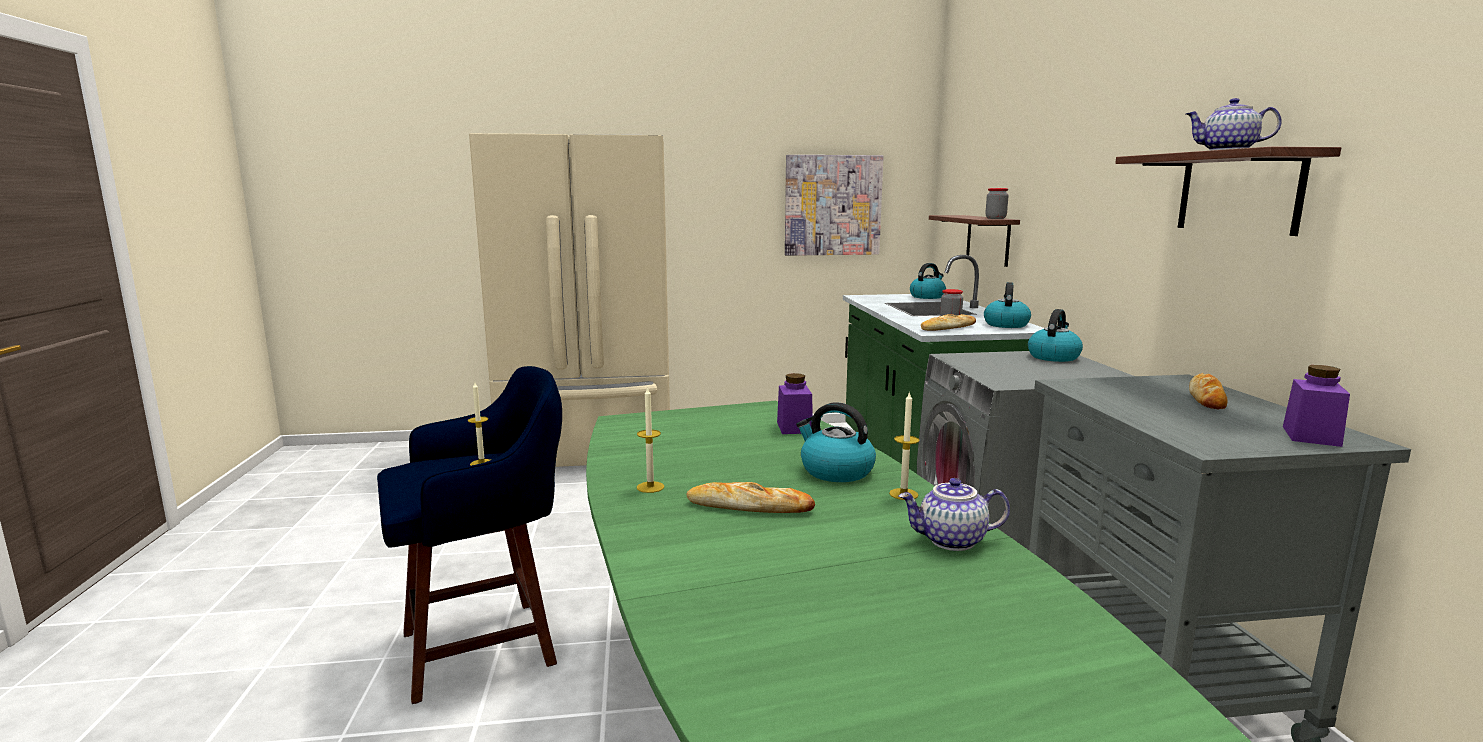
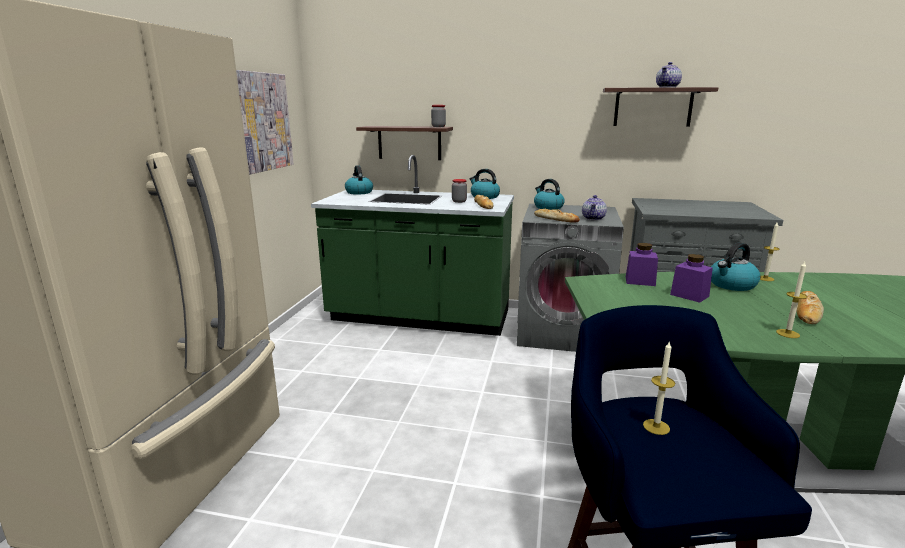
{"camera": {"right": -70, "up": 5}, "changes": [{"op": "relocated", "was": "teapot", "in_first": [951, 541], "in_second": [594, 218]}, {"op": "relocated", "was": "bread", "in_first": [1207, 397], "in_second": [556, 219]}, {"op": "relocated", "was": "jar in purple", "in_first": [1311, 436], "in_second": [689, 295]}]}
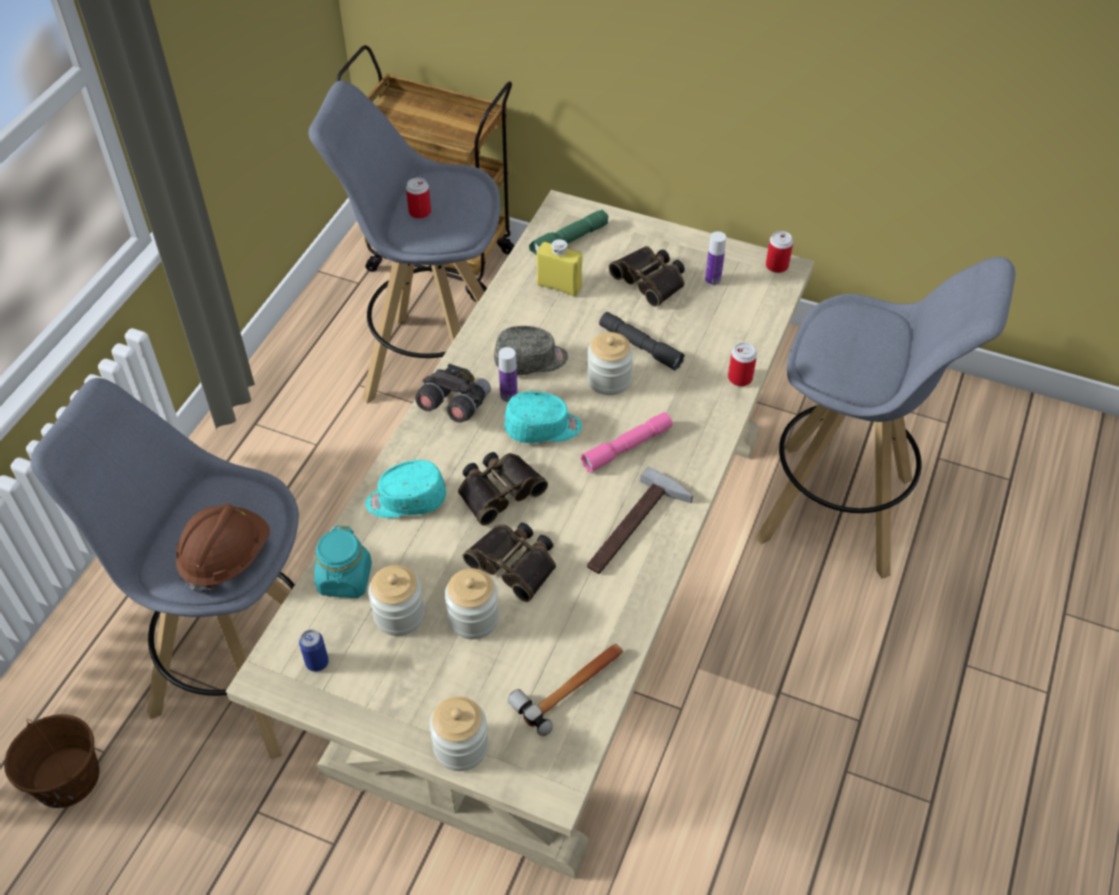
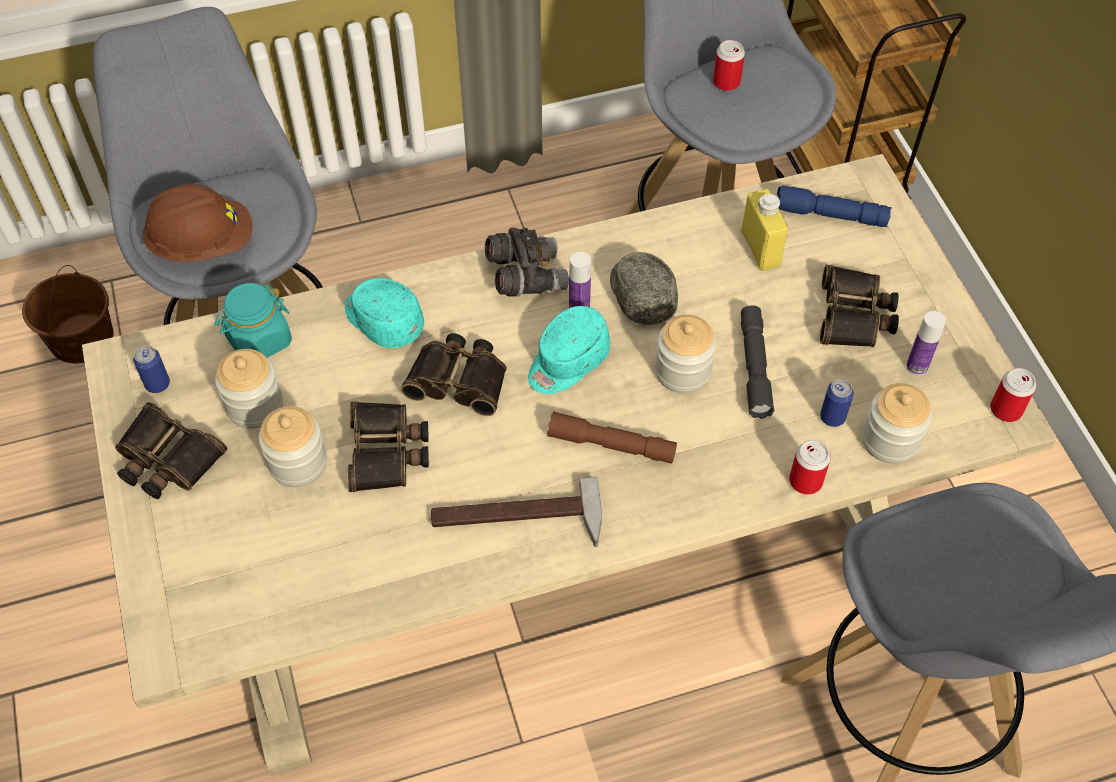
{"camera": {"right": 50, "up": 5}, "changes": [{"op": "relocated", "was": "jar", "in_first": [461, 746], "in_second": [890, 440]}, {"op": "spun", "was": "cap in grey", "in_first": [531, 361], "in_second": [640, 295], "clockwise": -150}, {"op": "spun", "was": "cap in turquoise", "in_first": [543, 428], "in_second": [567, 361], "clockwise": 90}, {"op": "missing", "was": "hammer", "in_first": [571, 685]}, {"op": "colour", "was": "flashlight in green", "now": "flashlight in blue", "in_first": [569, 241], "in_second": [829, 216]}, {"op": "colour", "was": "flashlight in pink", "now": "flashlight in brown", "in_first": [627, 447], "in_second": [611, 445]}, {"op": "appeared", "now": "binoculars", "in_second": [166, 459]}, {"op": "appeared", "now": "can", "in_second": [832, 417]}]}
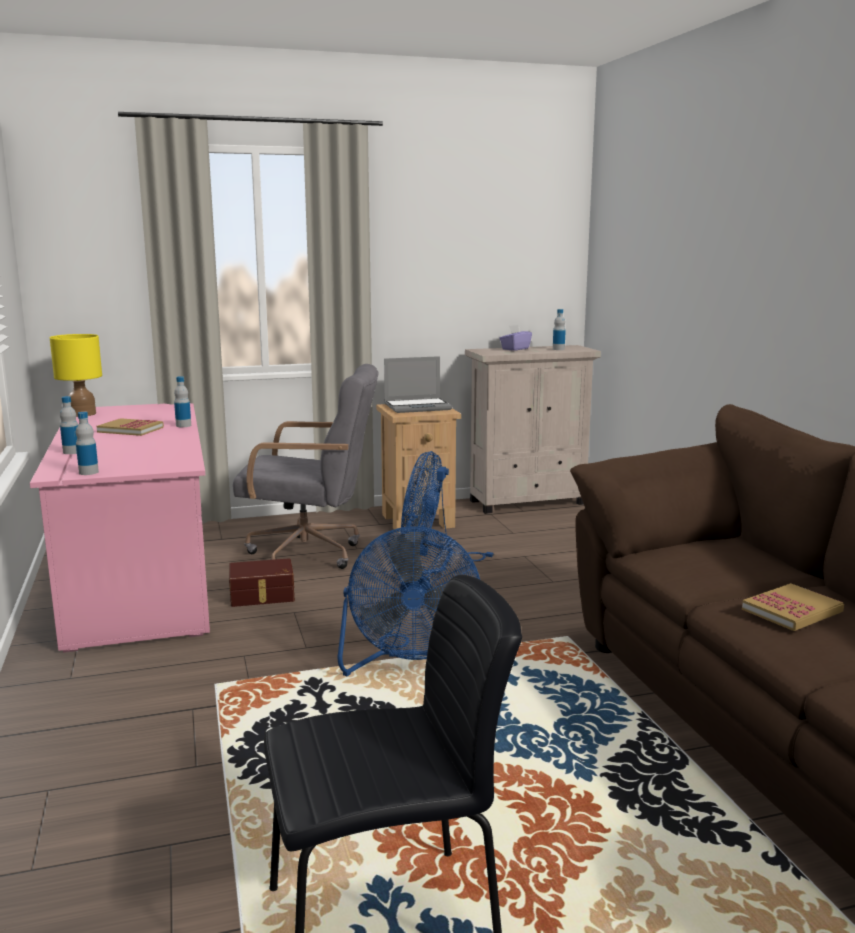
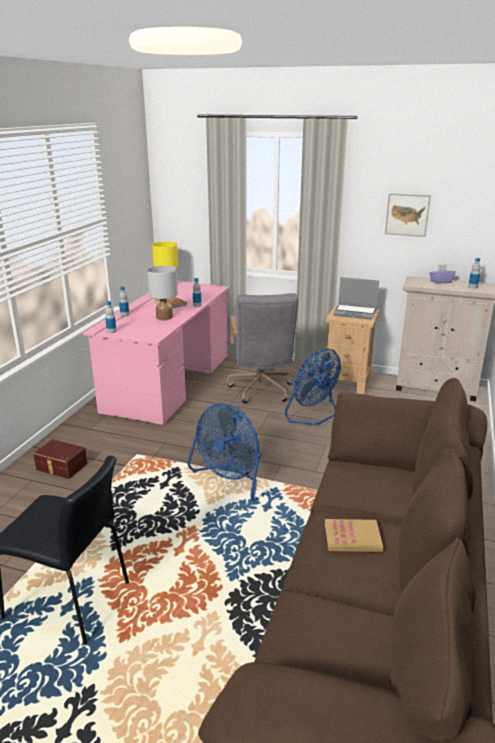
{"camera": {"right": 35, "up": 10}, "changes": [{"op": "relocated", "was": "storage box in brown", "in_first": [262, 596], "in_second": [61, 467]}, {"op": "spun", "was": "office chair in grey", "in_first": [311, 555], "in_second": [261, 392], "clockwise": 45}, {"op": "appeared", "now": "table lamp in grey", "in_second": [164, 317]}, {"op": "appeared", "now": "picture", "in_second": [407, 215]}]}
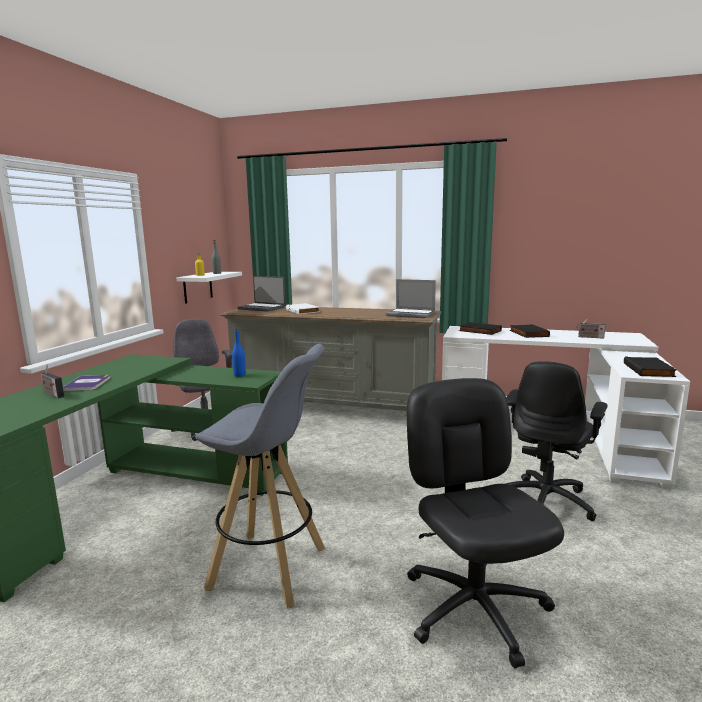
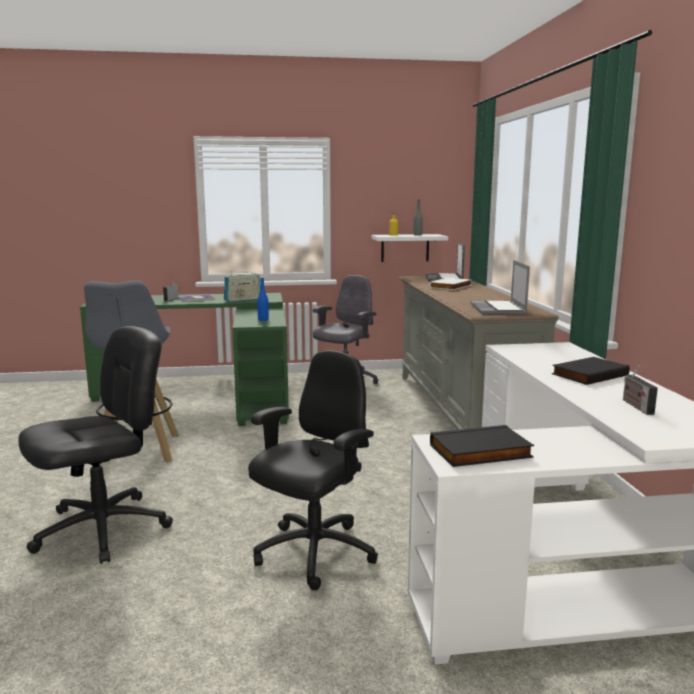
{"camera": {"right": 65, "up": 0}, "changes": [{"op": "missing", "was": "book in black", "in_first": [479, 331]}, {"op": "spun", "was": "office chair in black", "in_first": [546, 502], "in_second": [313, 553], "clockwise": 120}, {"op": "appeared", "now": "radio", "in_second": [243, 300]}]}
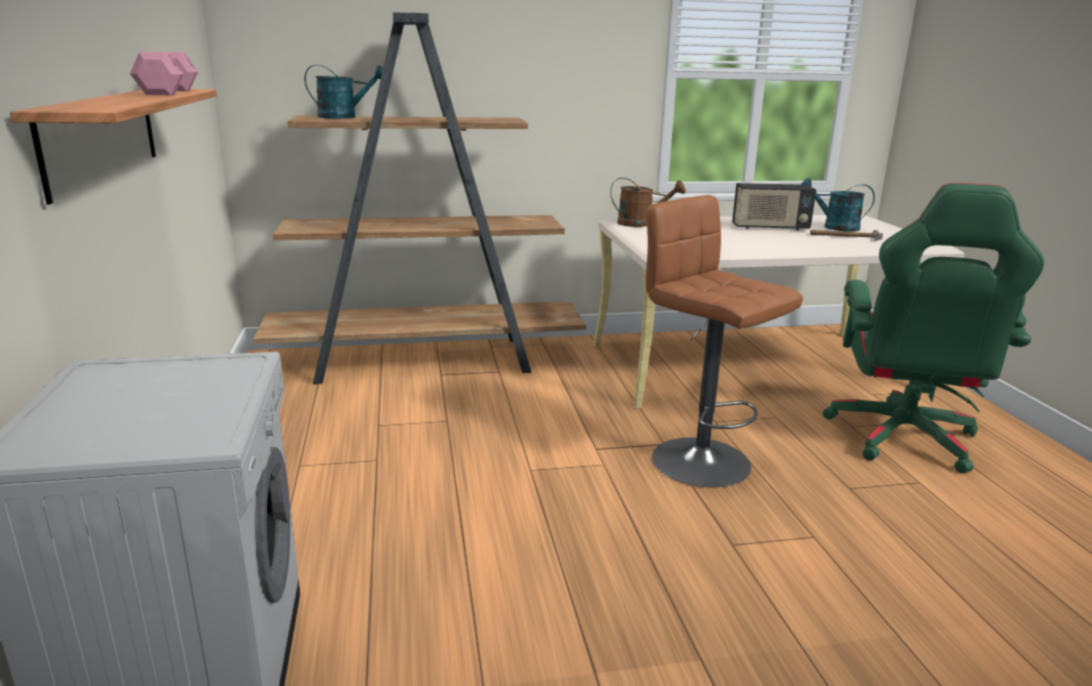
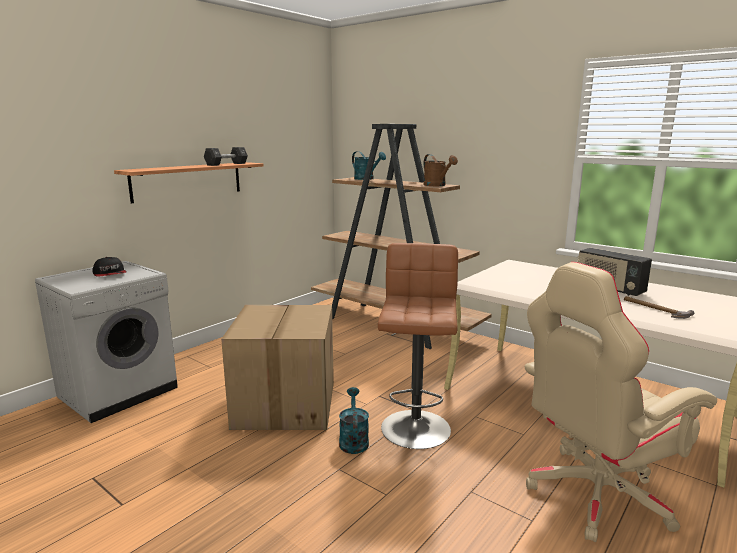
{"camera": {"right": 50, "up": -5}, "changes": [{"op": "colour", "was": "dumbbell in pink", "now": "dumbbell in black", "in_first": [169, 92], "in_second": [226, 164]}, {"op": "relocated", "was": "watering can in brown", "in_first": [641, 224], "in_second": [437, 185]}, {"op": "relocated", "was": "watering can in turquoise", "in_first": [834, 227], "in_second": [353, 440]}, {"op": "colour", "was": "office chair in green", "now": "office chair in beige", "in_first": [902, 436], "in_second": [597, 493]}, {"op": "appeared", "now": "cap", "in_second": [110, 274]}, {"op": "appeared", "now": "cardboard box", "in_second": [284, 403]}]}
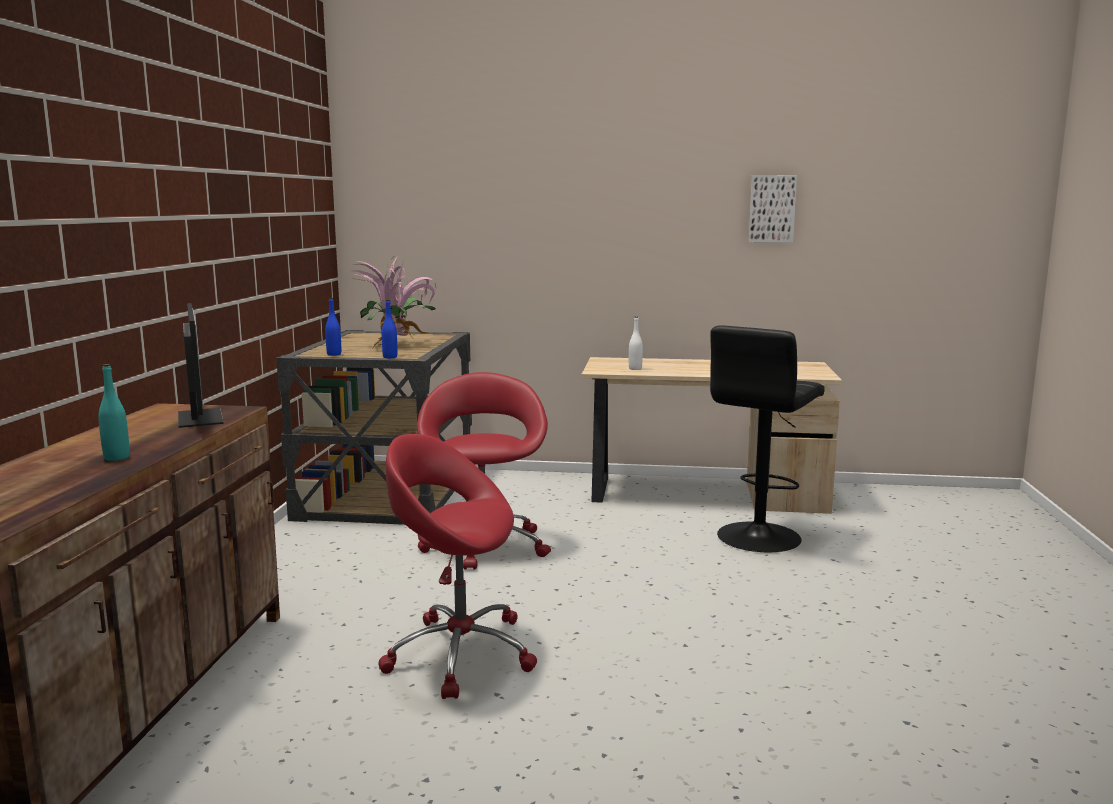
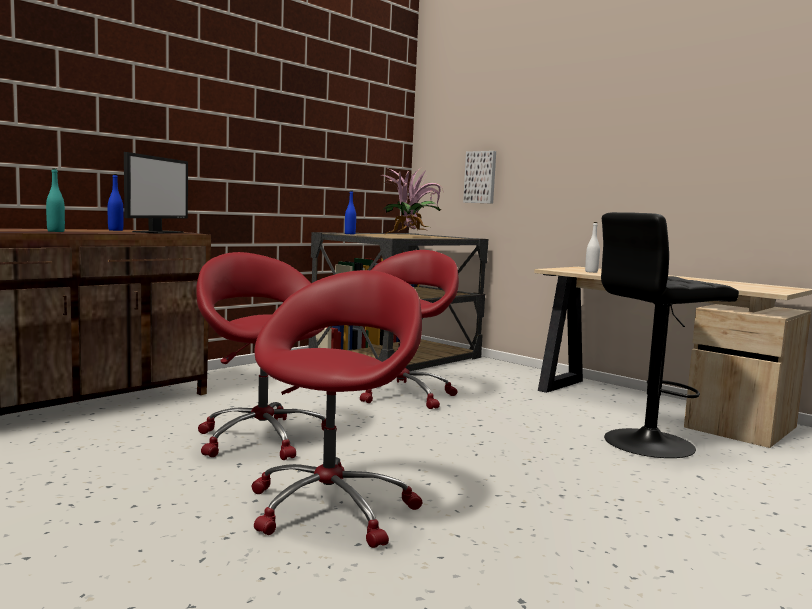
{"camera": {"right": 35, "up": -5}, "changes": [{"op": "relocated", "was": "bottle in blue", "in_first": [390, 357], "in_second": [115, 230]}, {"op": "relocated", "was": "picture", "in_first": [772, 209], "in_second": [481, 177]}, {"op": "appeared", "now": "office chair in red", "in_second": [333, 507]}]}
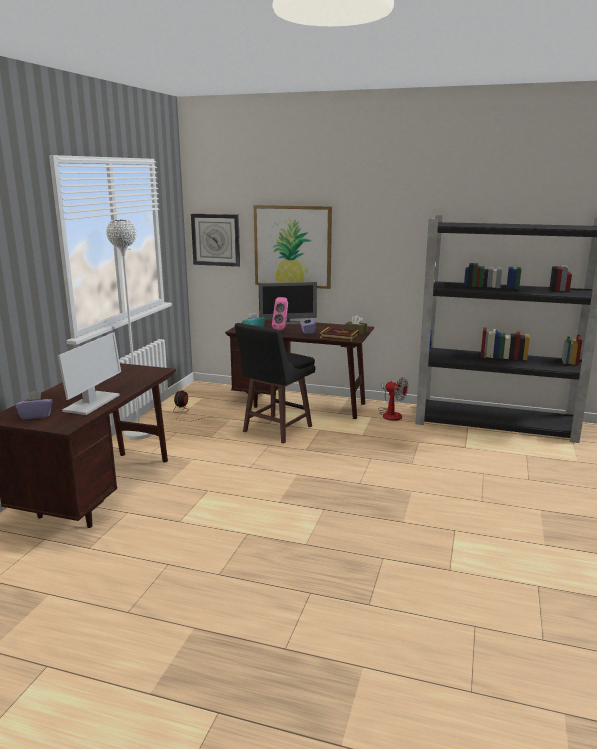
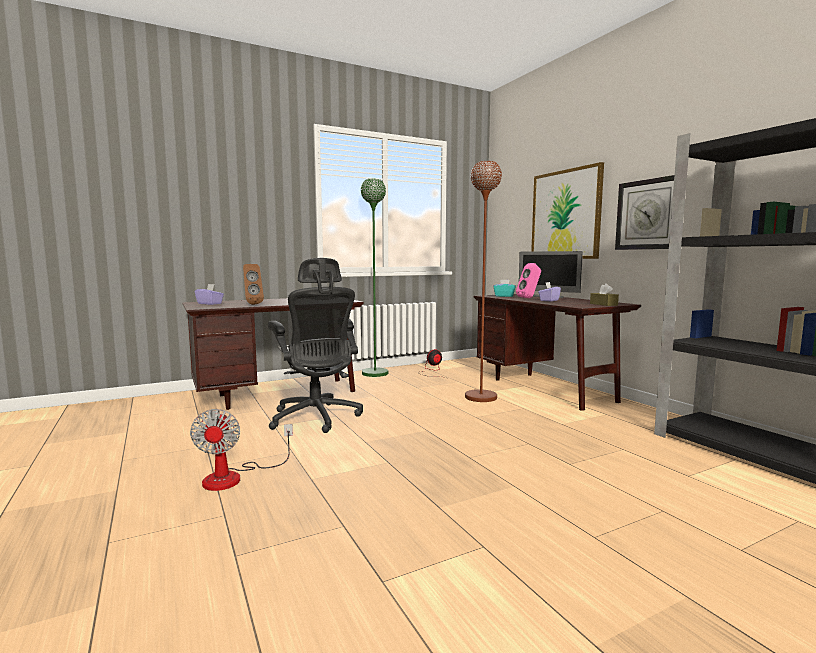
{"camera": {"right": 45, "up": -10}, "changes": [{"op": "exchanged", "was": "monitor", "now": "speaker in brown", "in_first": [91, 403], "in_second": [252, 304]}, {"op": "colour", "was": "floor lamp in white", "now": "floor lamp in green", "in_first": [139, 433], "in_second": [375, 373]}, {"op": "relocated", "was": "wall clock", "in_first": [216, 239], "in_second": [648, 214]}, {"op": "exchanged", "was": "stool in black", "now": "floor lamp in brown", "in_first": [276, 429], "in_second": [480, 397]}, {"op": "missing", "was": "book", "in_first": [339, 336]}, {"op": "relocated", "was": "fan", "in_first": [390, 414], "in_second": [234, 477]}, {"op": "appeared", "now": "office chair", "in_second": [316, 419]}]}
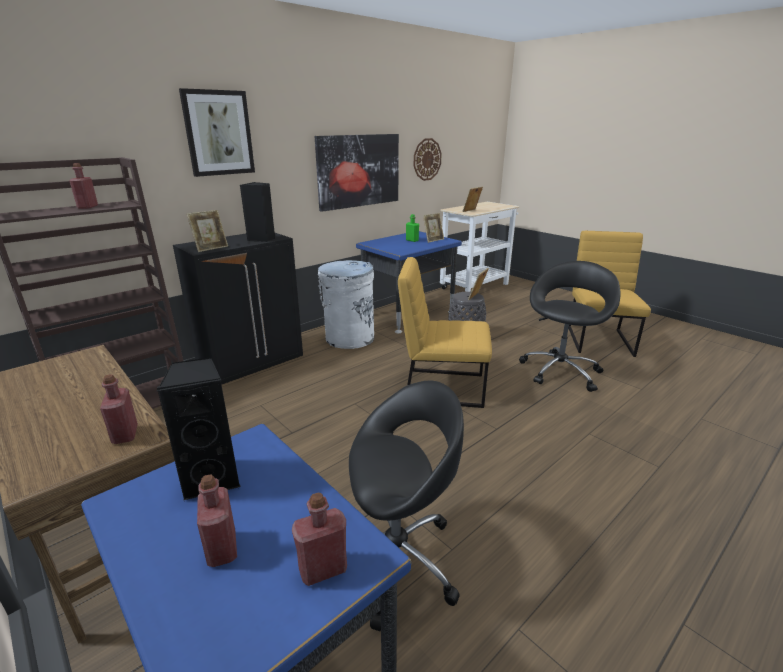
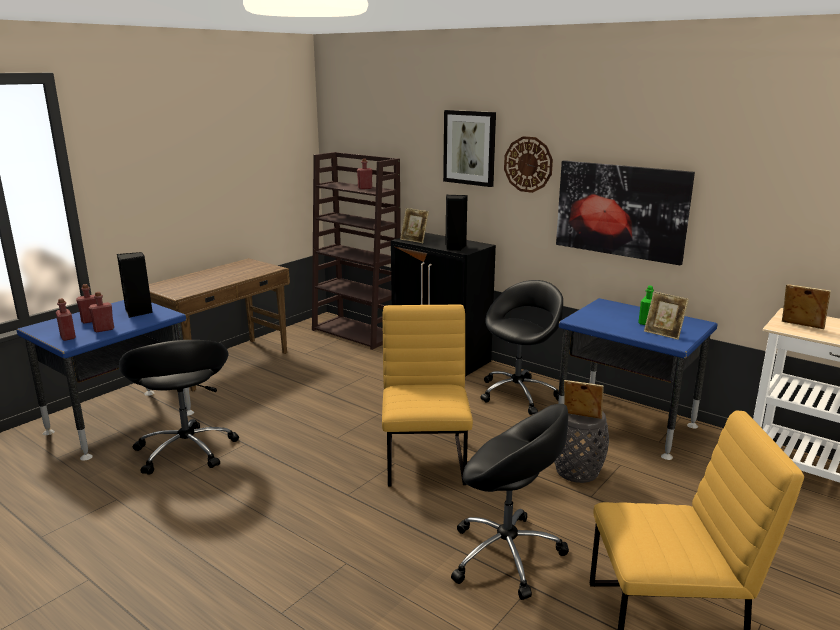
{"camera": {"right": 80, "up": -5}, "changes": [{"op": "relocated", "was": "bottle in red", "in_first": [125, 435], "in_second": [104, 329]}, {"op": "exchanged", "was": "trash can in white", "now": "office chair in black", "in_first": [349, 338], "in_second": [519, 394]}, {"op": "relocated", "was": "wall clock", "in_first": [427, 159], "in_second": [528, 164]}]}
